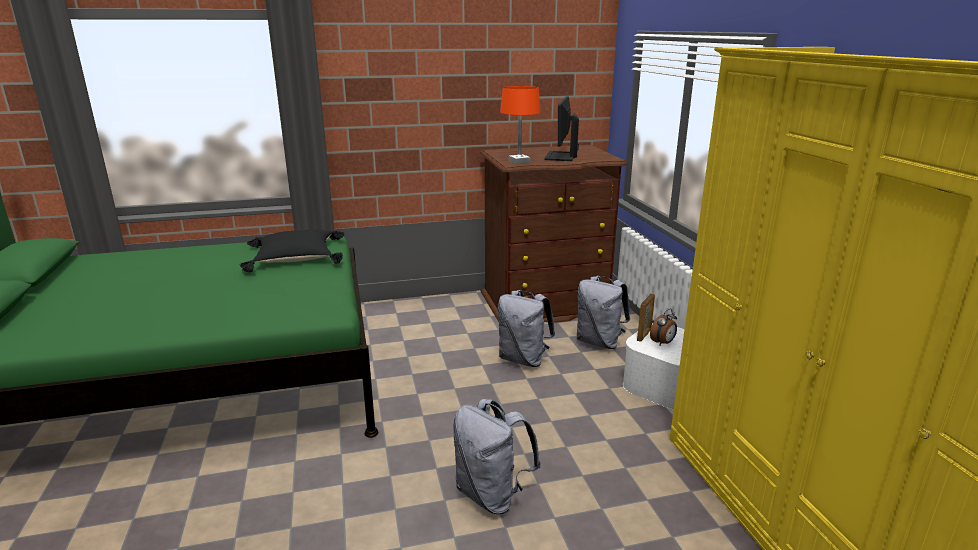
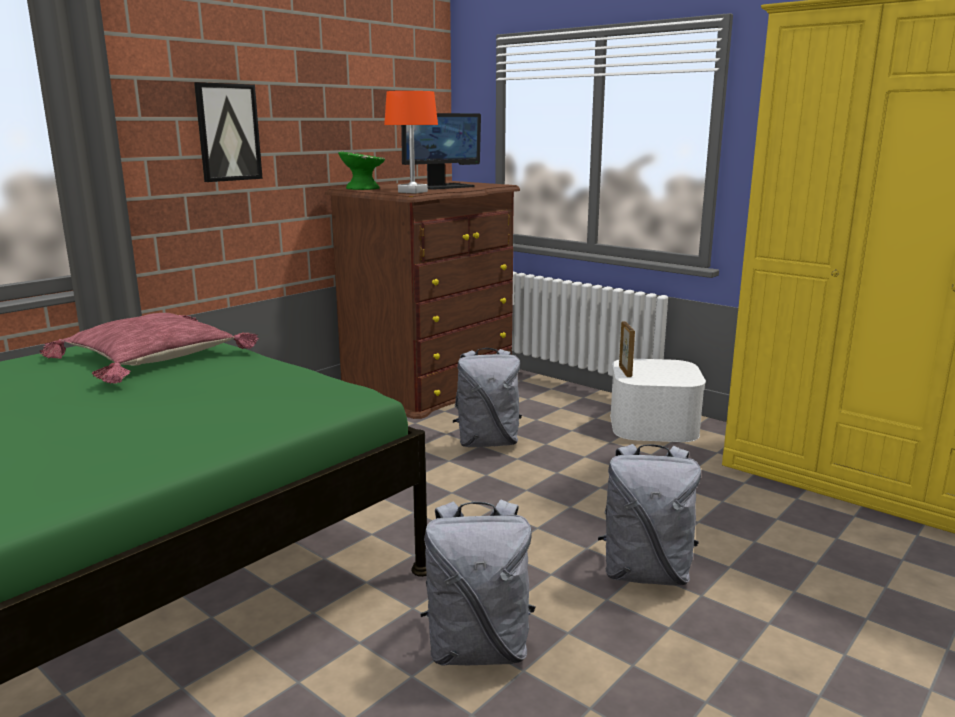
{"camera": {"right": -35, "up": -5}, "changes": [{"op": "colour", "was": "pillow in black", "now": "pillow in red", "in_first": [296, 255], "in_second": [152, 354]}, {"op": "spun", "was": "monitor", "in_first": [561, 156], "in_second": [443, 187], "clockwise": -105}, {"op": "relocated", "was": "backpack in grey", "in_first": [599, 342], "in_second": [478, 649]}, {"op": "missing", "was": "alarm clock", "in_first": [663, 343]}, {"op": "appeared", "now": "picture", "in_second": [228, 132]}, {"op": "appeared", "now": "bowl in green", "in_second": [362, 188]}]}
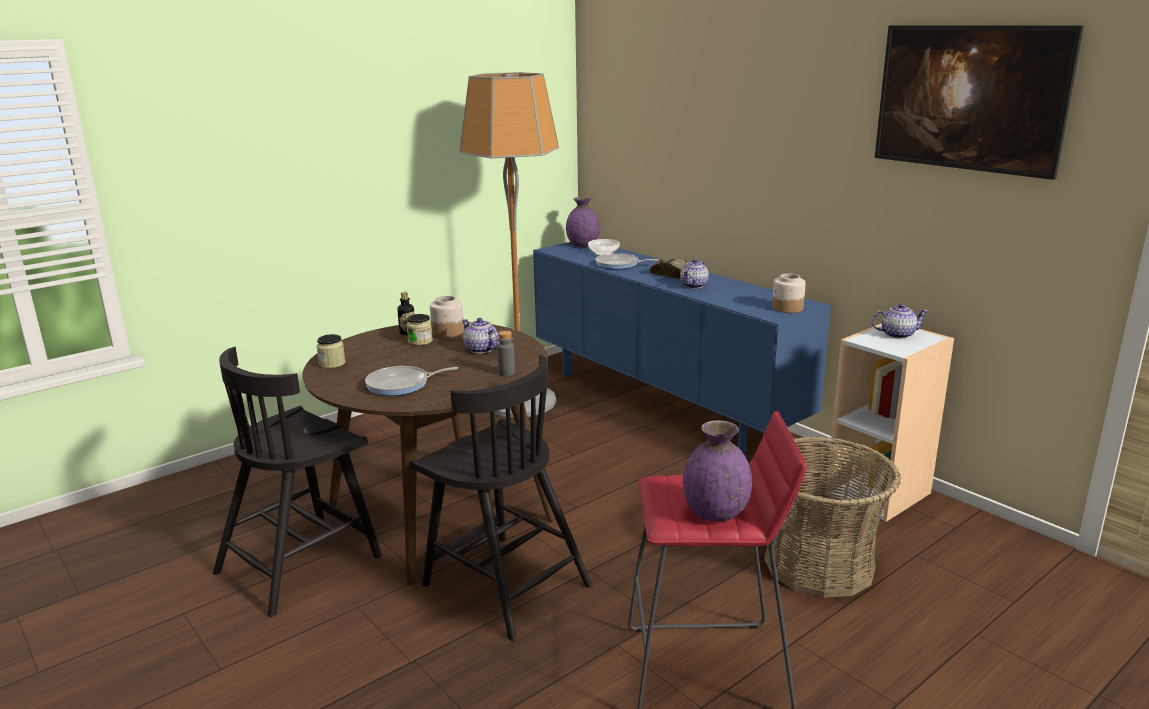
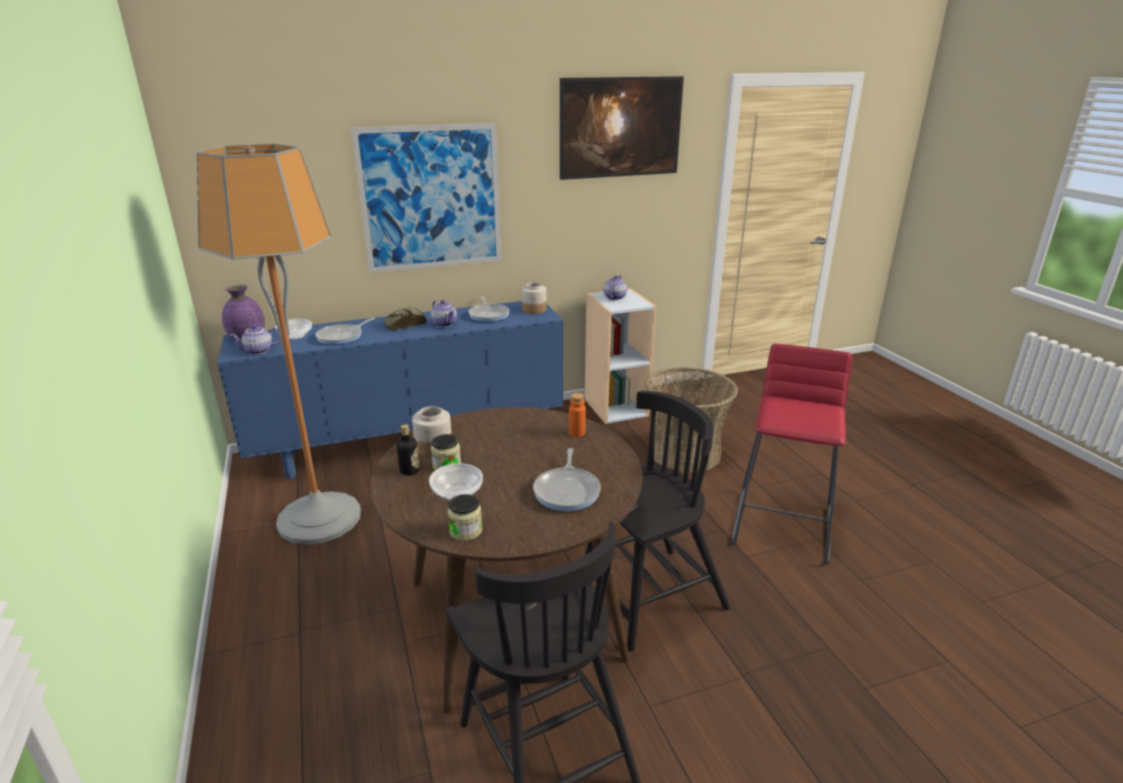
{"camera": {"right": -70, "up": 5}, "changes": [{"op": "relocated", "was": "teapot", "in_first": [481, 349], "in_second": [259, 351]}, {"op": "colour", "was": "bottle in grey", "now": "bottle in orange", "in_first": [506, 373], "in_second": [577, 433]}, {"op": "missing", "was": "vase in purple", "in_first": [715, 513]}, {"op": "appeared", "now": "picture", "in_second": [431, 198]}, {"op": "appeared", "now": "bowl", "in_second": [457, 494]}, {"op": "appeared", "now": "frying pan", "in_second": [489, 315]}]}
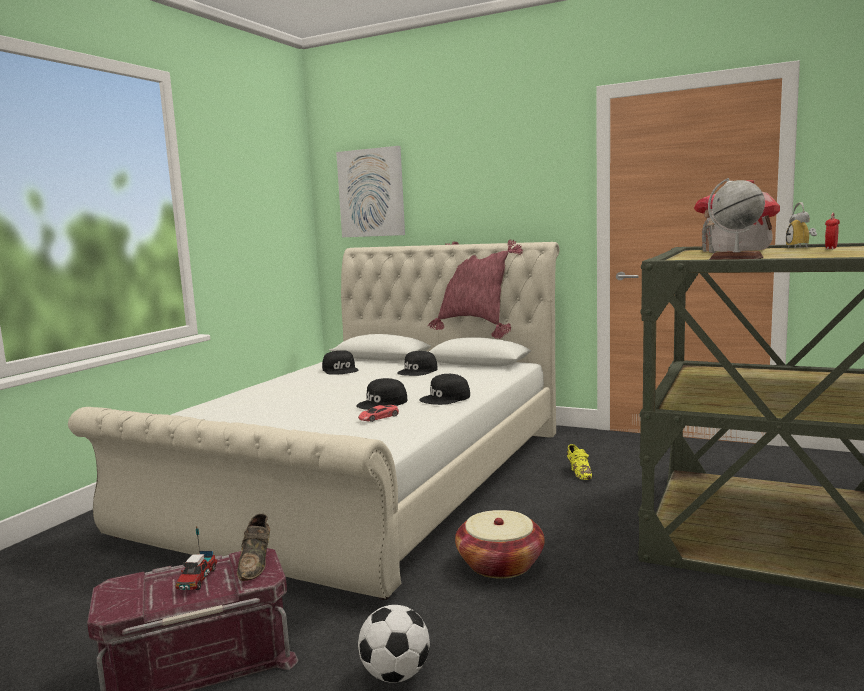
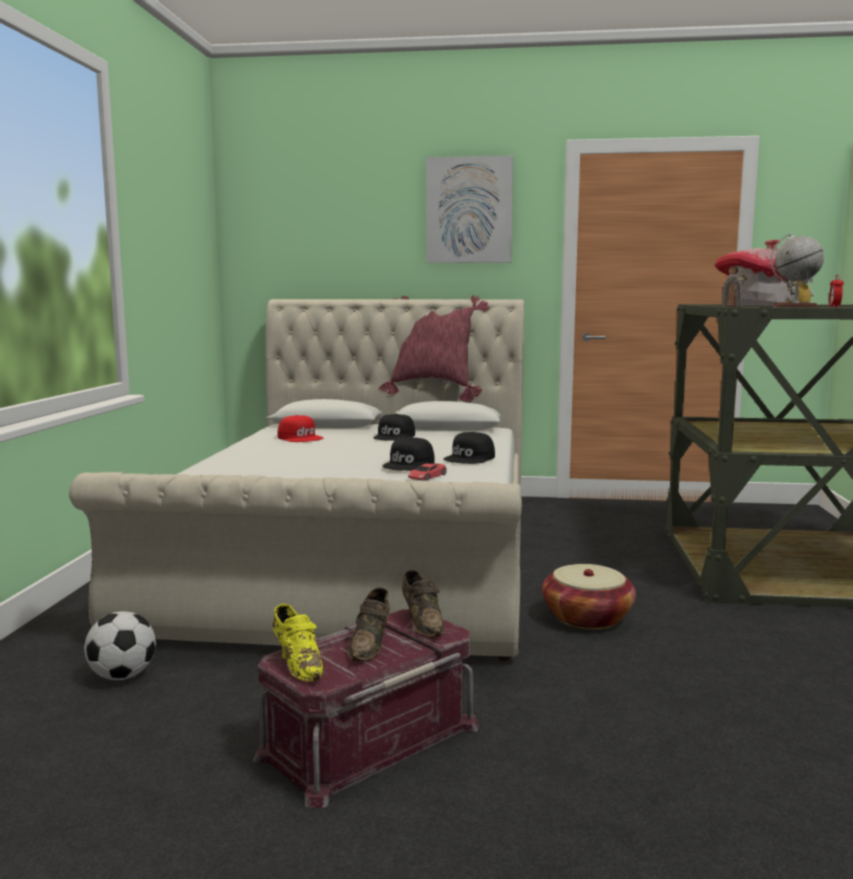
{"camera": {"right": -20, "up": 0}, "changes": [{"op": "exchanged", "was": "toy truck", "now": "shoe in brown", "in_first": [197, 580], "in_second": [371, 644]}, {"op": "colour", "was": "cap in black", "now": "cap in red", "in_first": [341, 370], "in_second": [300, 438]}, {"op": "relocated", "was": "picture", "in_first": [371, 193], "in_second": [469, 210]}, {"op": "relocated", "was": "football", "in_first": [396, 675], "in_second": [122, 676]}, {"op": "relocated", "was": "shoe in yellow", "in_first": [579, 473], "in_second": [298, 663]}]}
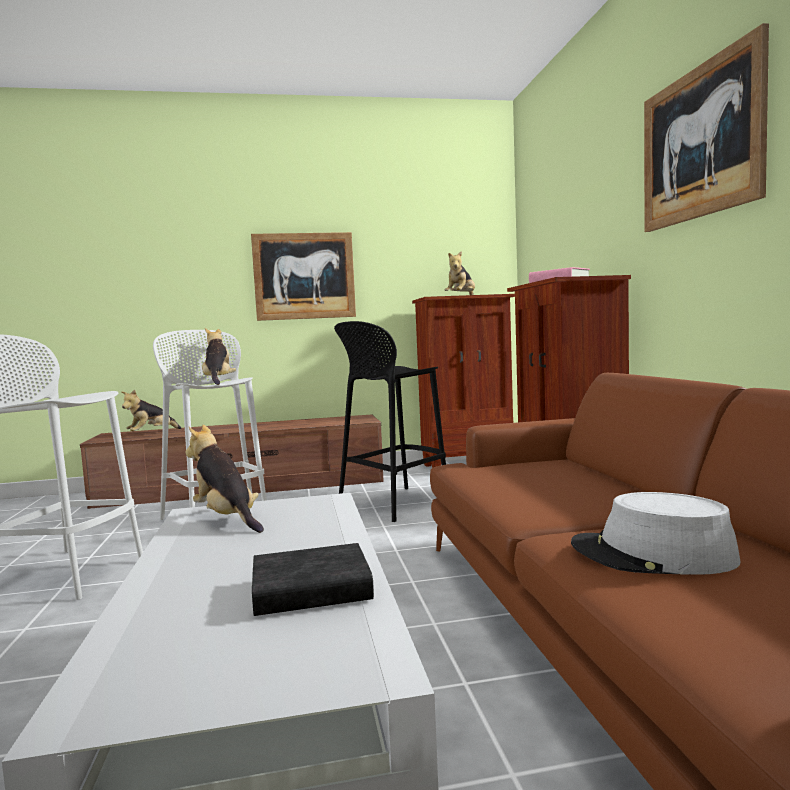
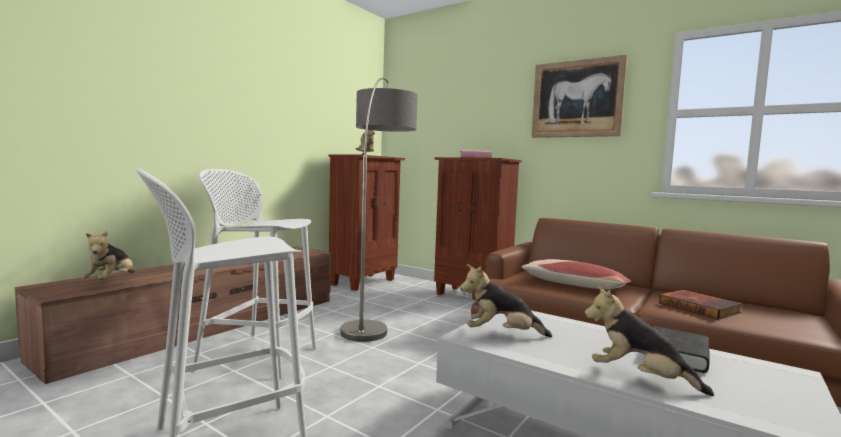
{"camera": {"right": -45, "up": 0}, "changes": [{"op": "relocated", "was": "plush toy", "in_first": [218, 382], "in_second": [639, 379]}, {"op": "missing", "was": "picture", "in_first": [304, 276]}, {"op": "exchanged", "was": "stool in black", "now": "floor lamp", "in_first": [394, 503], "in_second": [376, 315]}, {"op": "exchanged", "was": "hat in grey", "now": "book", "in_first": [652, 555], "in_second": [700, 308]}, {"op": "appeared", "now": "pillow", "in_second": [573, 285]}]}
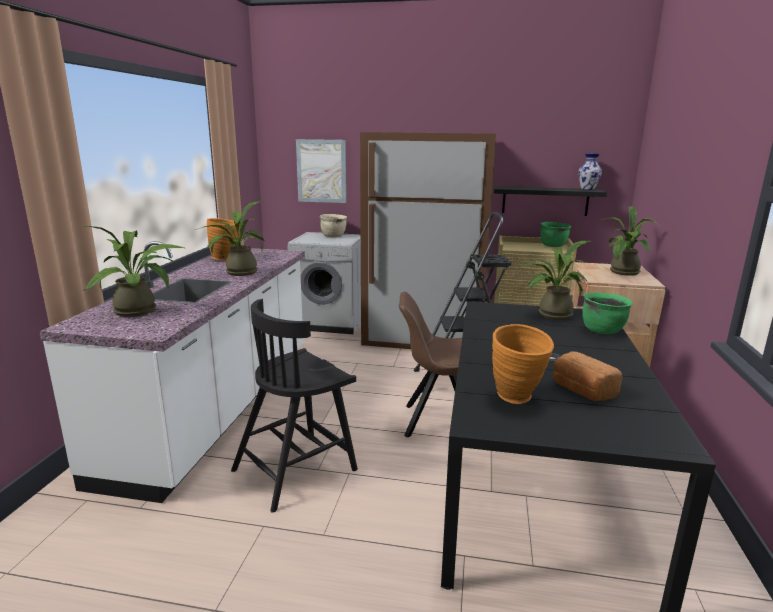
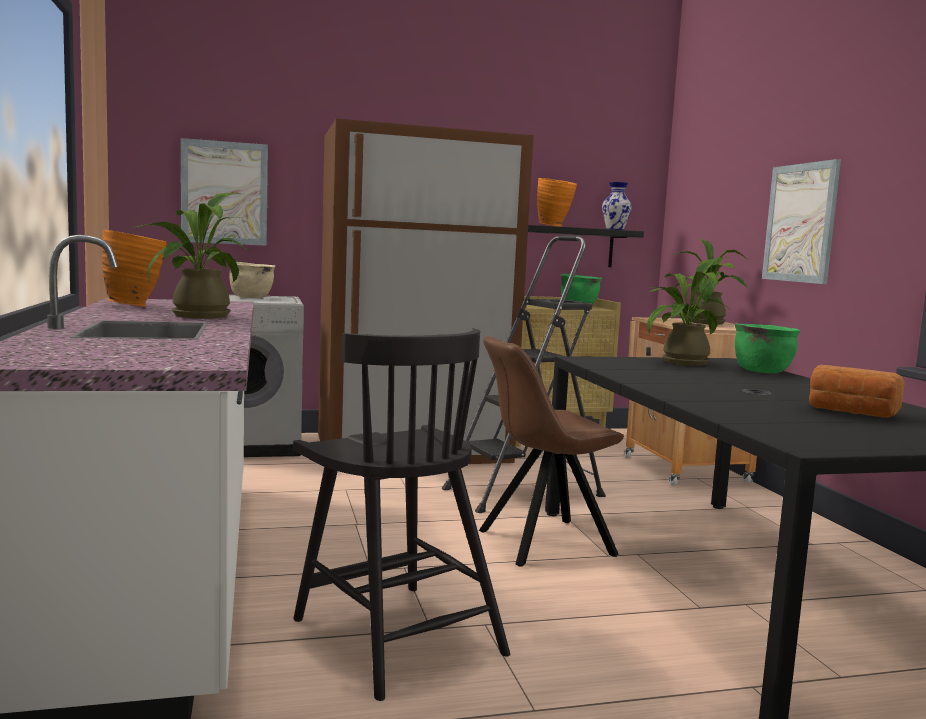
{"camera": {"right": -25, "up": -10}, "changes": [{"op": "missing", "was": "potted plant", "in_first": [141, 311]}, {"op": "spun", "was": "chair in black", "in_first": [297, 468], "in_second": [395, 633], "clockwise": -60}, {"op": "relocated", "was": "vase in orange", "in_first": [517, 399], "in_second": [554, 226]}, {"op": "appeared", "now": "picture", "in_second": [800, 223]}]}
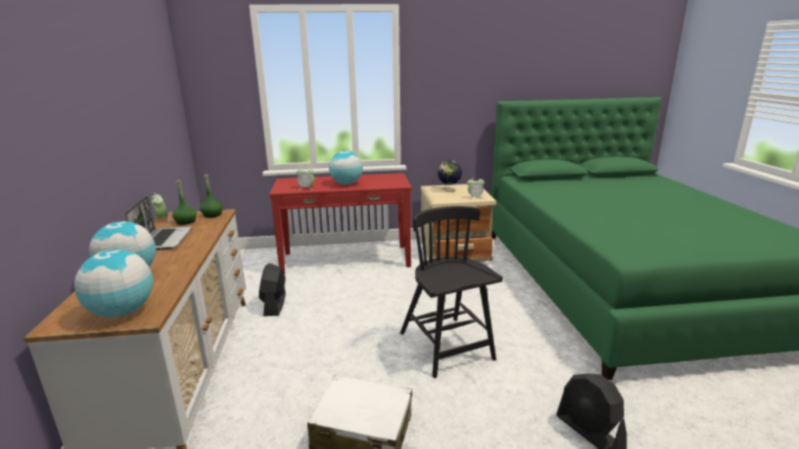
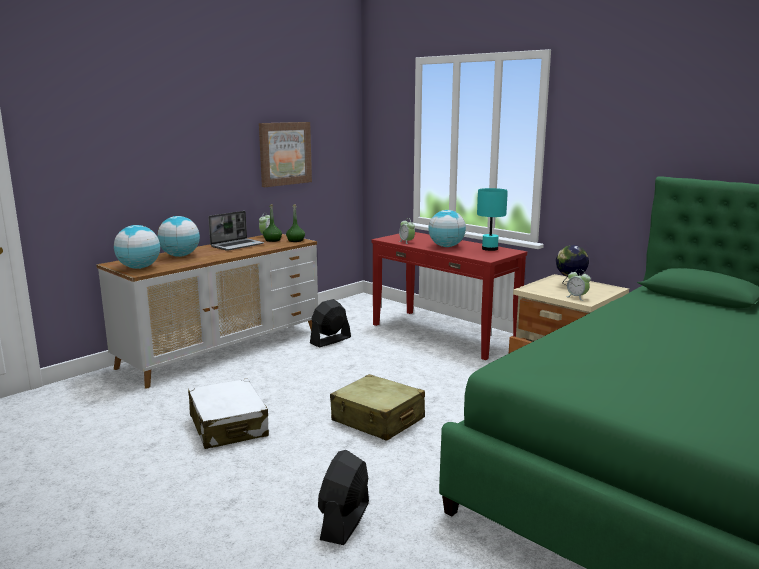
{"camera": {"right": 50, "up": -5}, "changes": [{"op": "exchanged", "was": "chair in black", "now": "suitcase in beige", "in_first": [447, 347], "in_second": [378, 420]}, {"op": "appeared", "now": "picture", "in_second": [285, 153]}, {"op": "appeared", "now": "table lamp in turquoise", "in_second": [490, 249]}]}
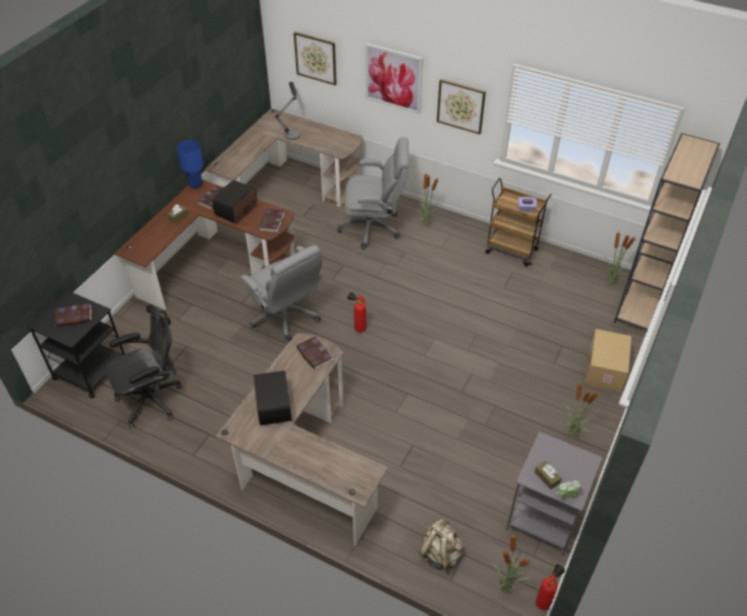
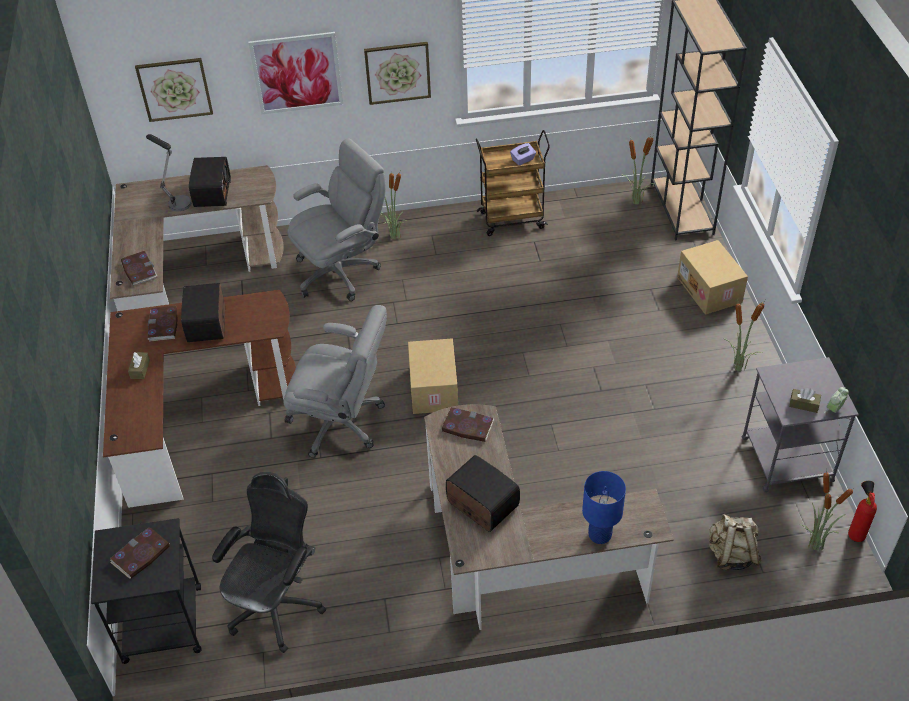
{"camera": {"right": -35, "up": 0}, "changes": [{"op": "relocated", "was": "table lamp in blue", "in_first": [195, 185], "in_second": [599, 536]}, {"op": "relocated", "was": "book", "in_first": [272, 221], "in_second": [139, 270]}, {"op": "exchanged", "was": "fire extinguisher", "now": "cardboard box", "in_first": [358, 328], "in_second": [432, 388]}, {"op": "appeared", "now": "radio", "in_second": [211, 193]}]}
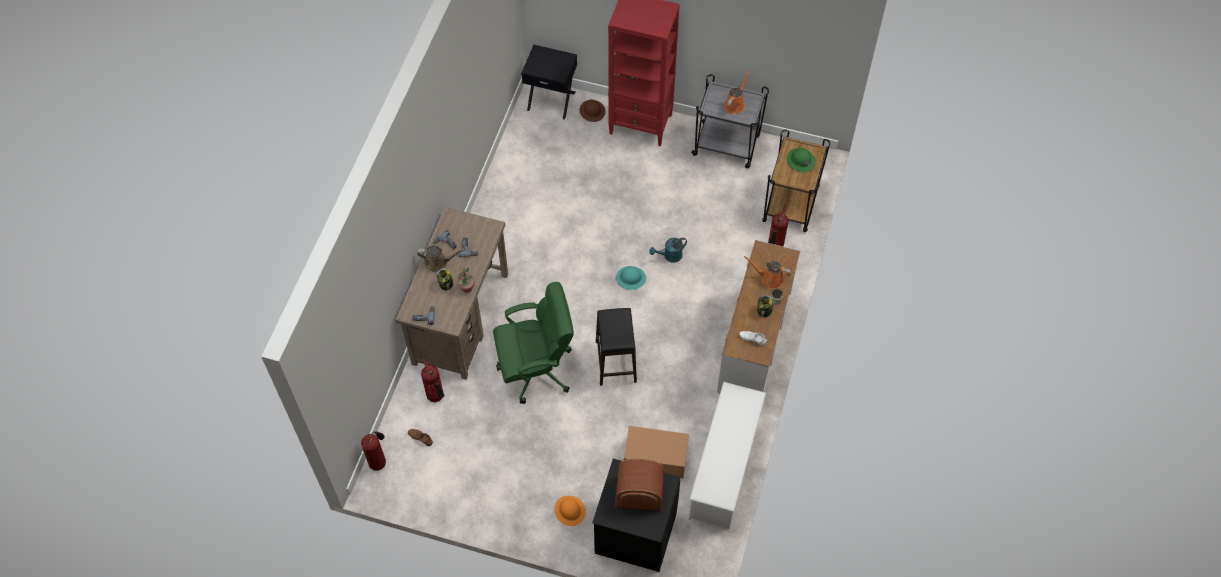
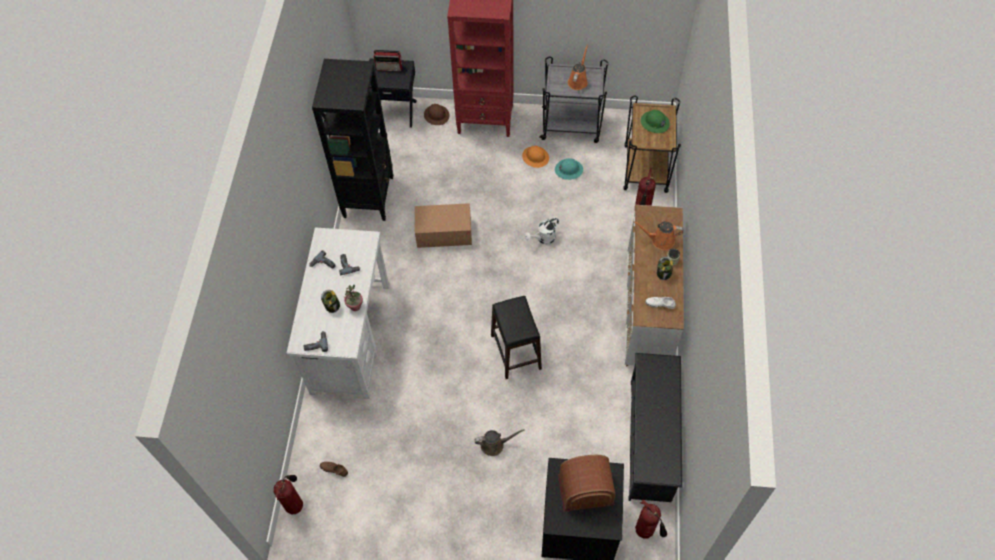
{"camera": {"right": -10, "up": 0}, "changes": [{"op": "colour", "was": "desk in brown", "now": "desk in white", "in_first": [460, 317], "in_second": [349, 337]}, {"op": "relocated", "was": "watering can in brown", "in_first": [438, 263], "in_second": [494, 445]}, {"op": "relocated", "was": "fire extinguisher", "in_first": [437, 398], "in_second": [646, 532]}, {"op": "missing", "was": "office chair in green", "in_first": [536, 369]}, {"op": "relocated", "was": "hard hat in orange", "in_first": [570, 511], "in_second": [535, 157]}, {"op": "relocated", "was": "hard hat in turquoise", "in_first": [630, 278], "in_second": [568, 170]}, {"op": "relocated", "was": "cardboard box", "in_first": [655, 458], "in_second": [444, 232]}, {"op": "colour", "was": "watering can in turquoise", "now": "watering can in white", "in_first": [669, 256], "in_second": [543, 239]}, {"op": "colour", "was": "shoe rack in white", "now": "shoe rack in black", "in_first": [724, 469], "in_second": [650, 440]}, {"op": "appeared", "now": "bookcase in black", "in_second": [369, 196]}, {"op": "appeared", "now": "radio", "in_second": [389, 67]}]}
